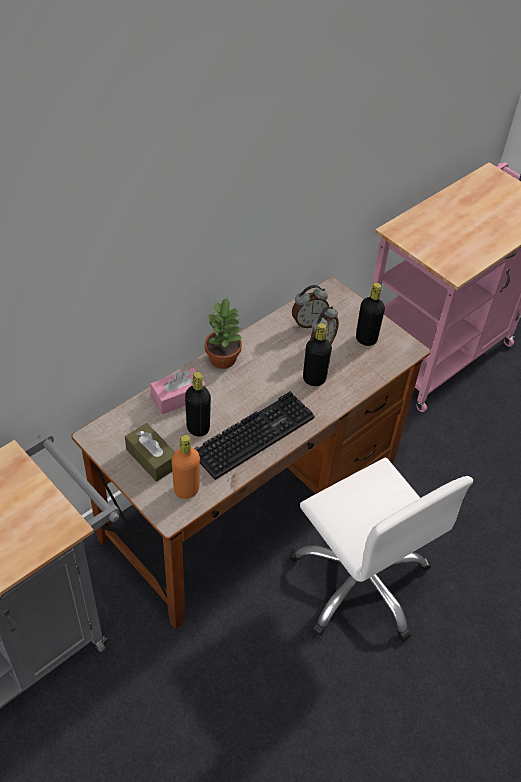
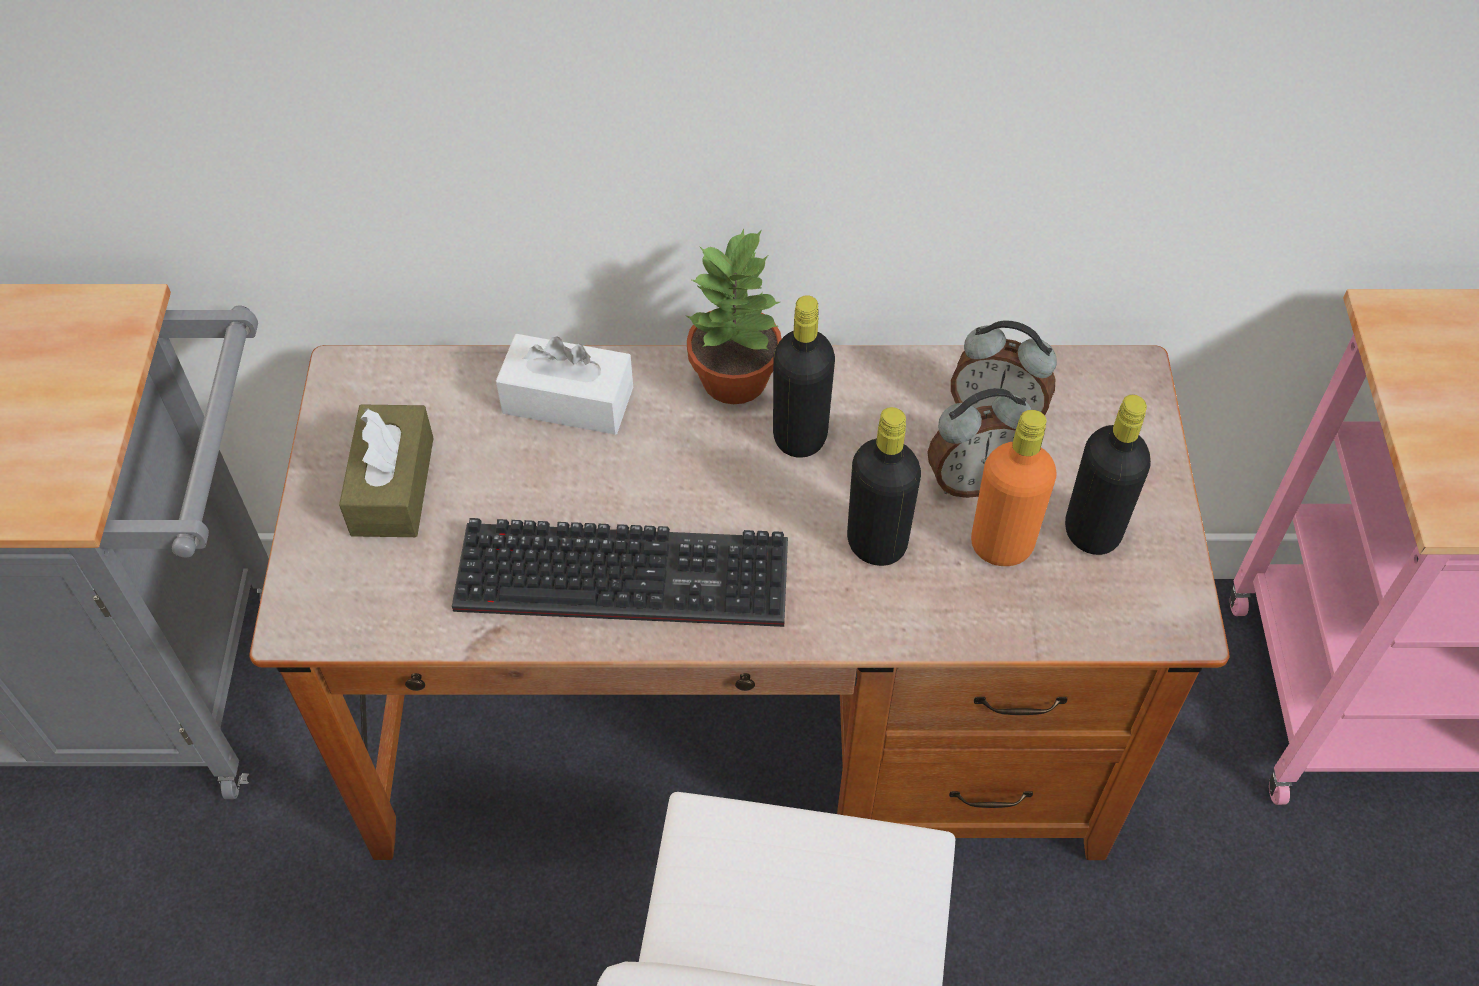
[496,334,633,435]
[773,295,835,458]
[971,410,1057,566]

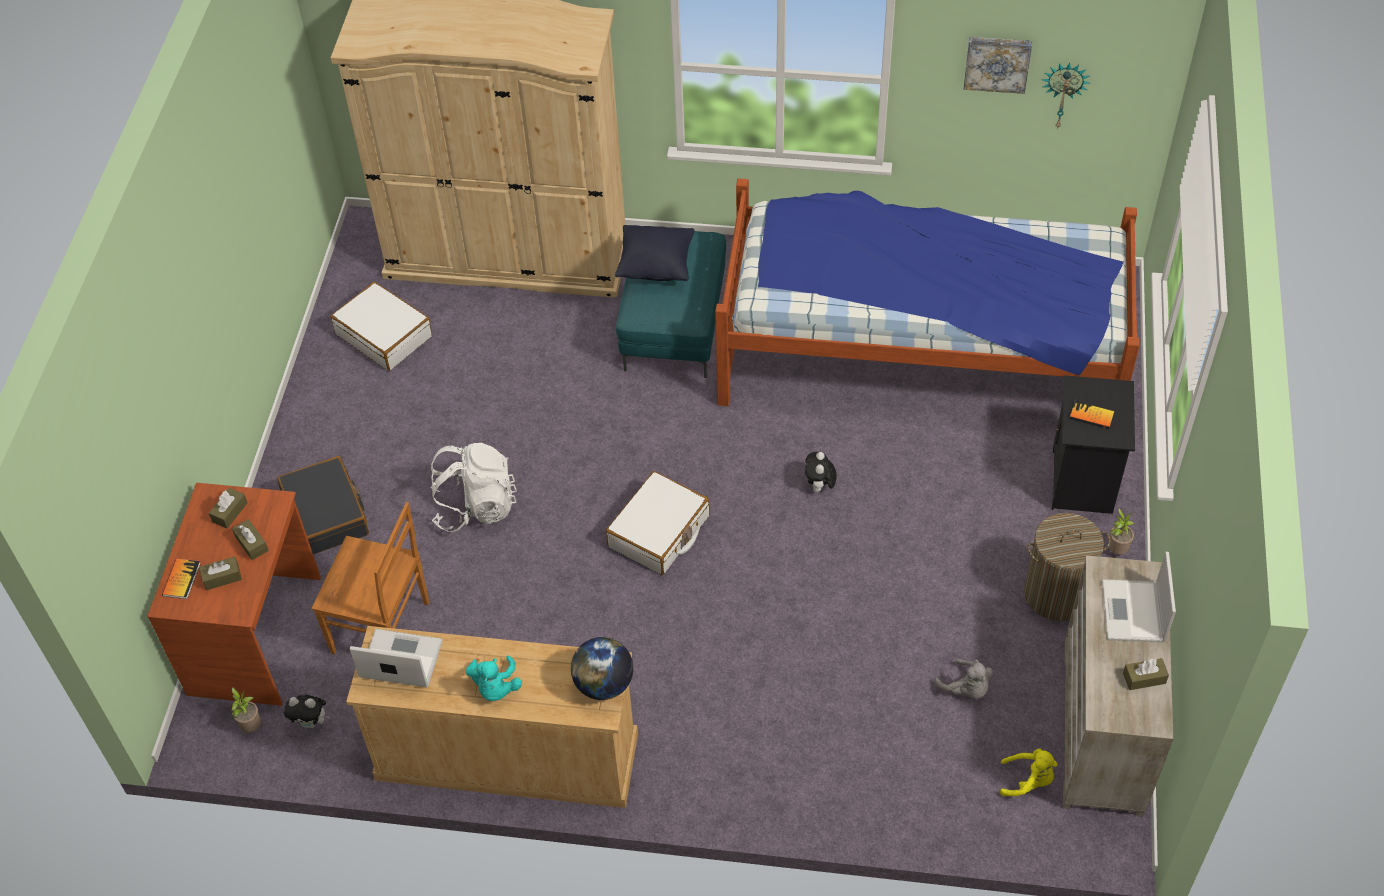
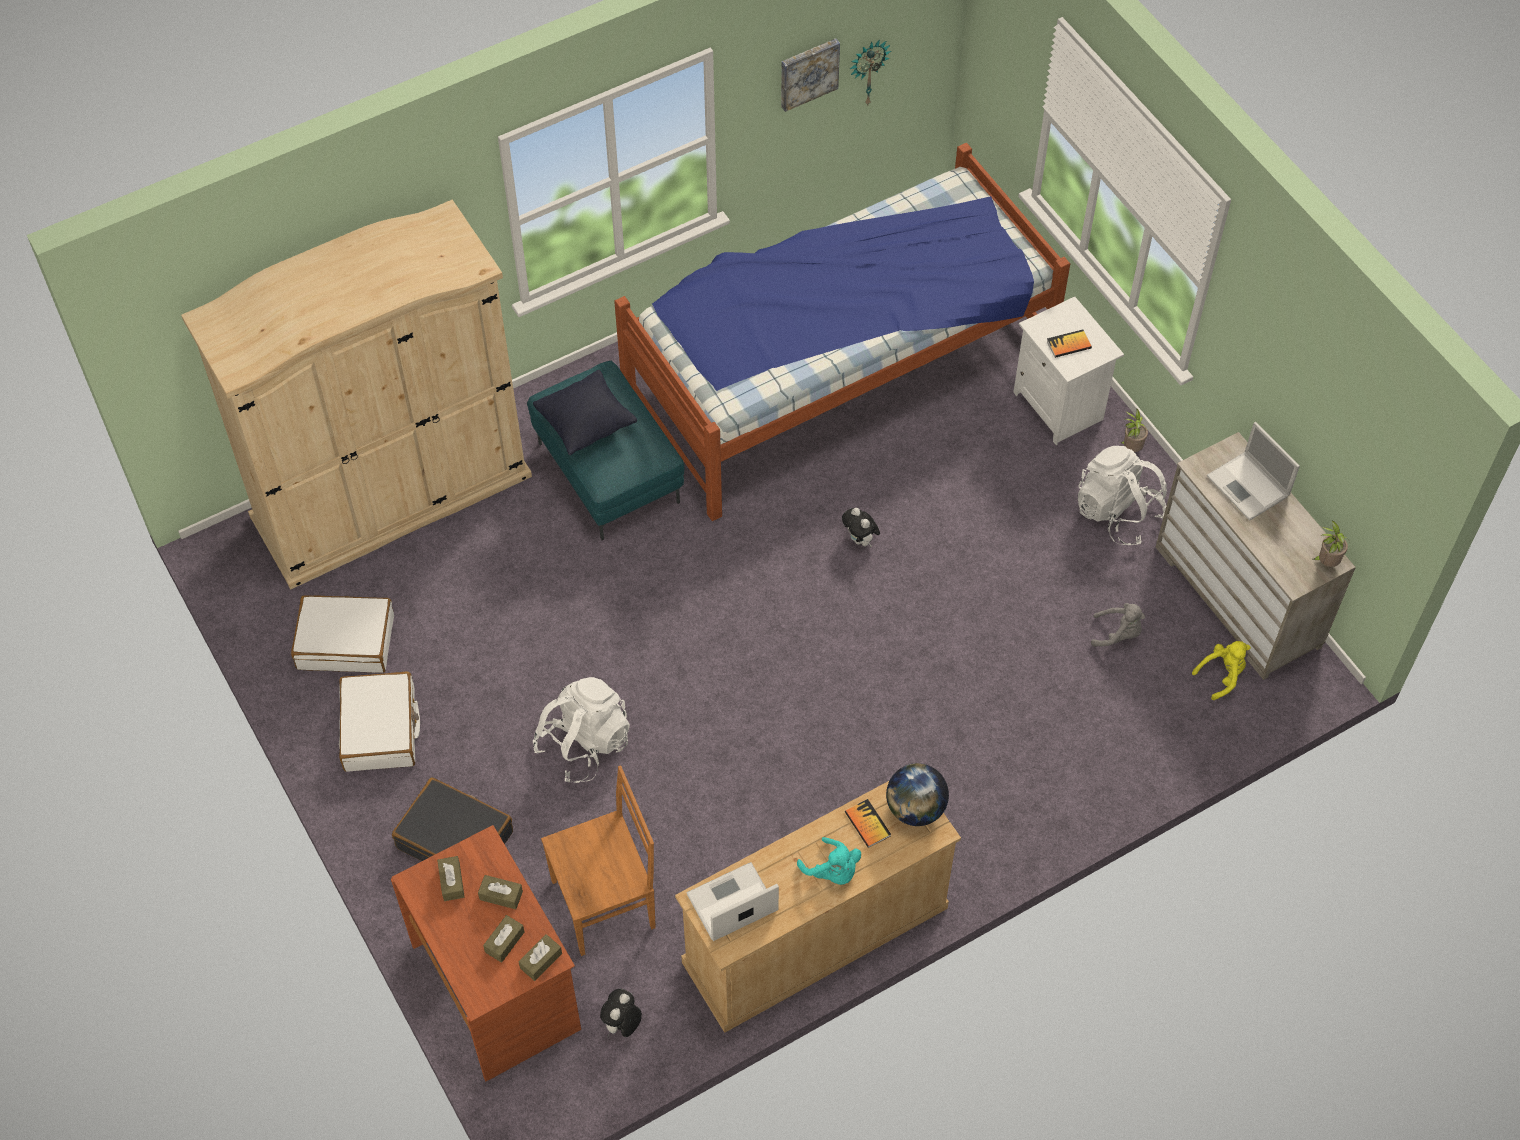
[1013,297,1124,445]
[339,671,420,772]
[1078,446,1167,545]
[845,799,891,848]
[519,934,562,981]
[1313,521,1349,567]
[600,989,642,1037]

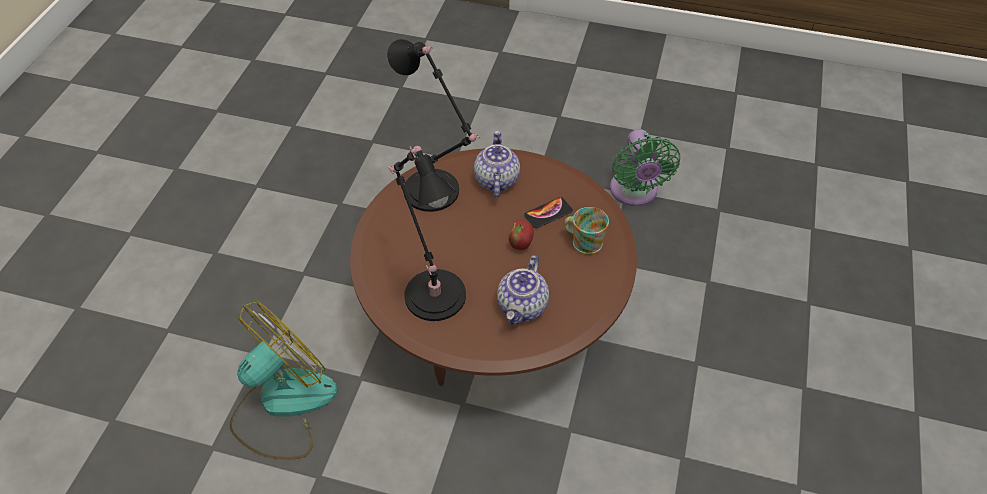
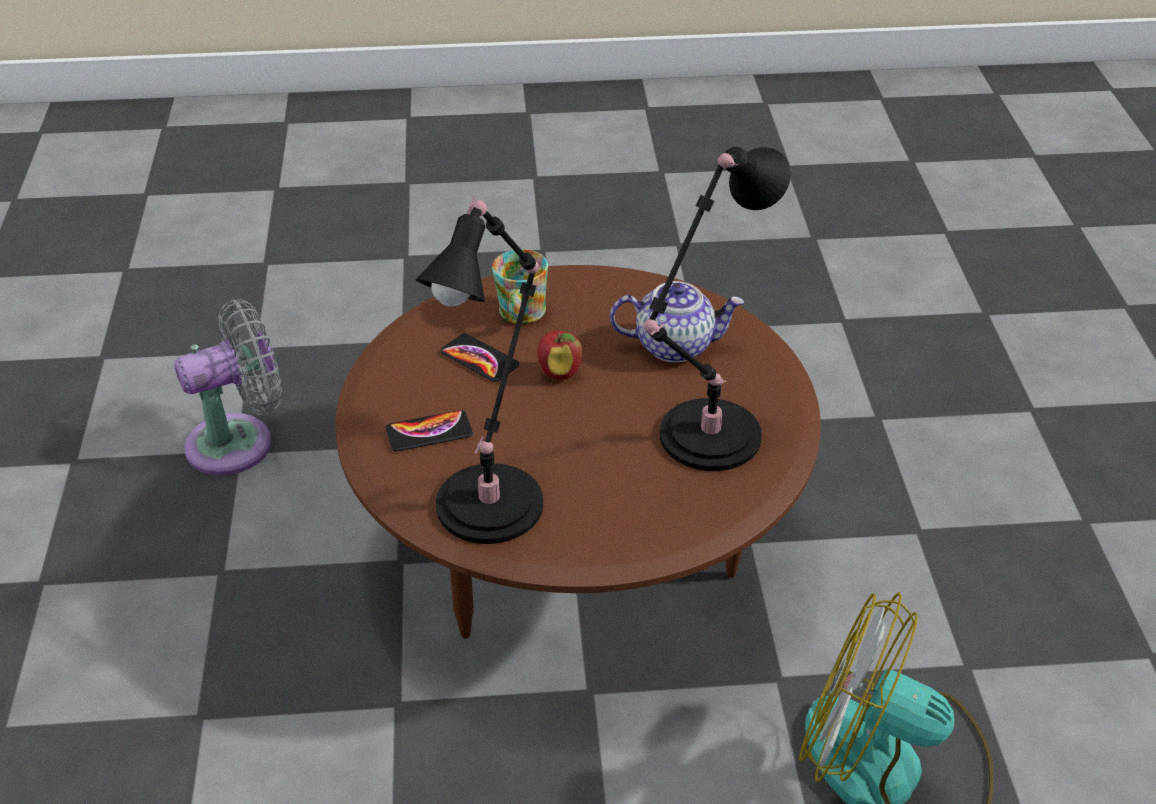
[174,300,282,475]
[386,410,473,451]

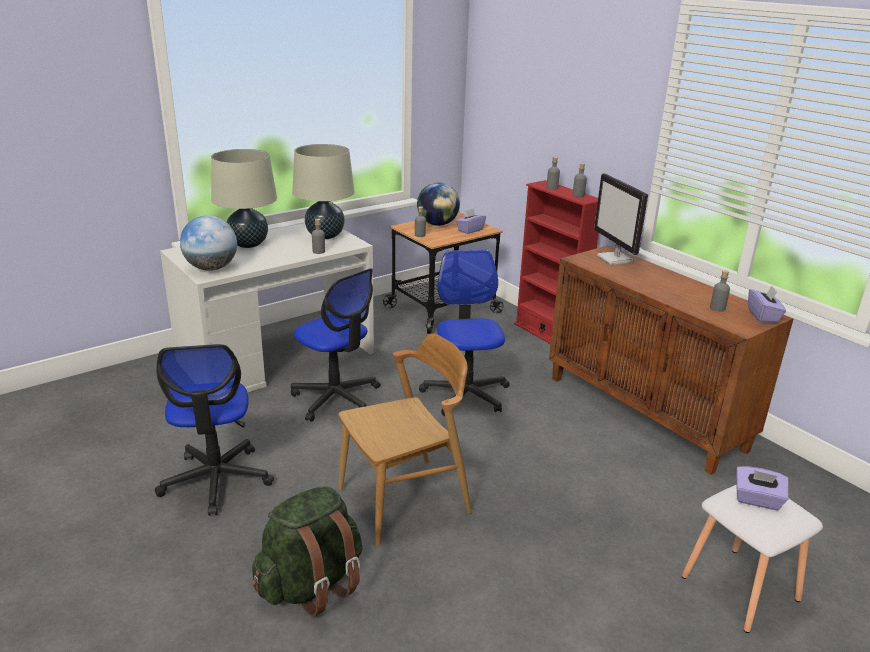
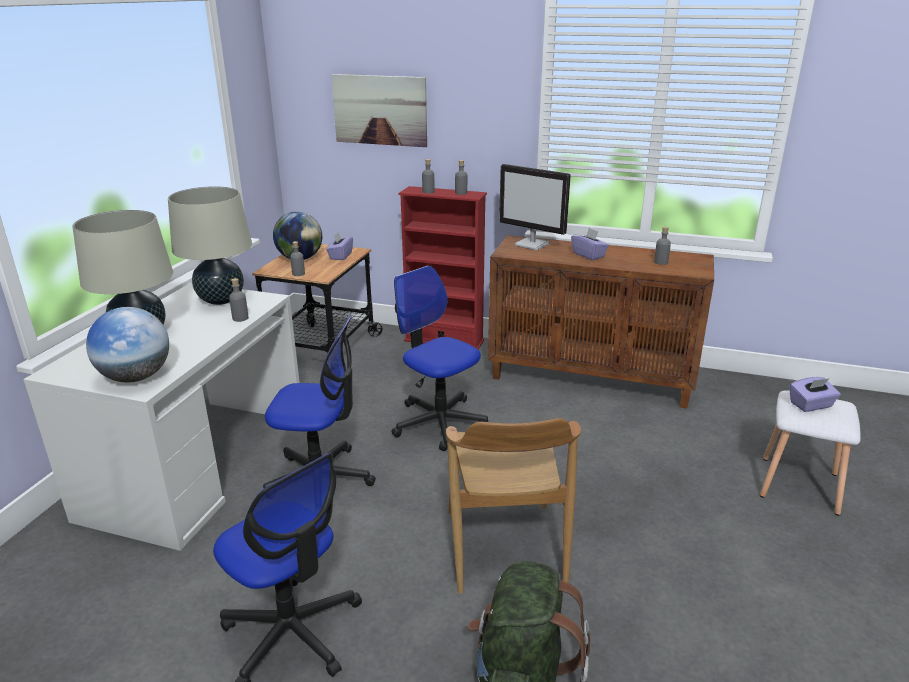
[571,228,609,260]
[446,418,581,594]
[331,74,427,147]

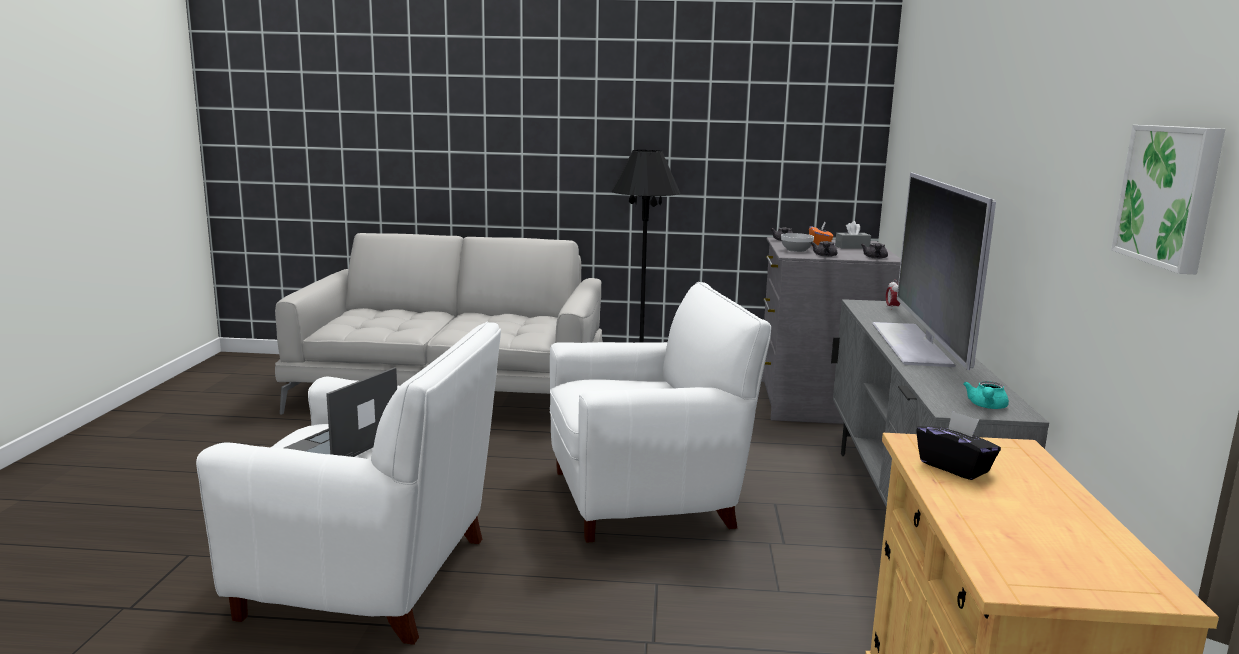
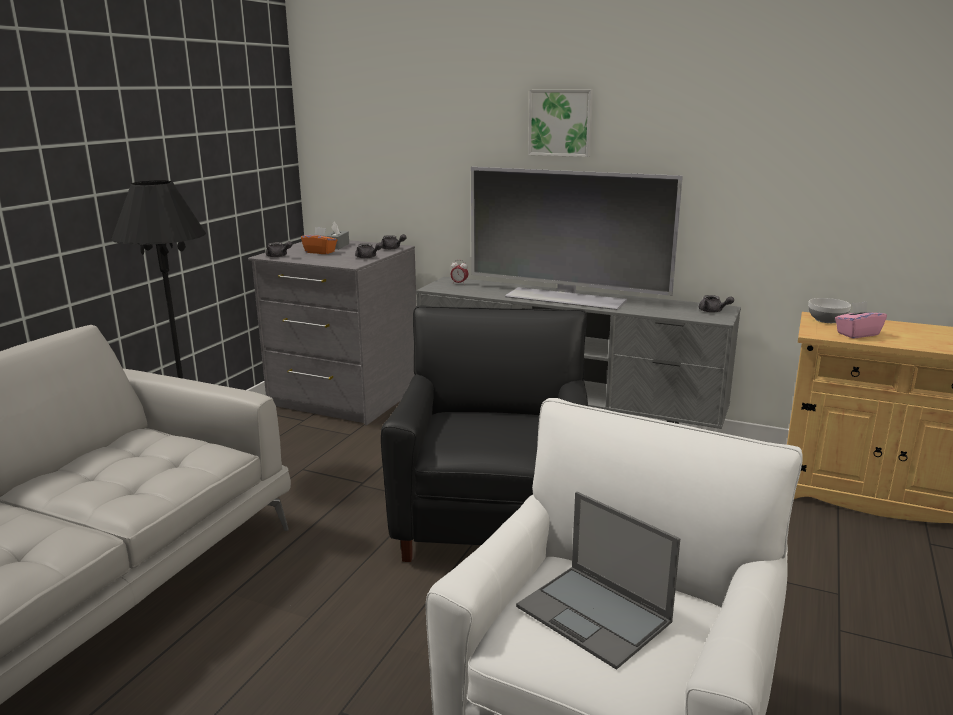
[528,90,593,157]
[808,298,851,323]
[381,305,588,562]
[699,295,734,313]
[835,301,887,338]

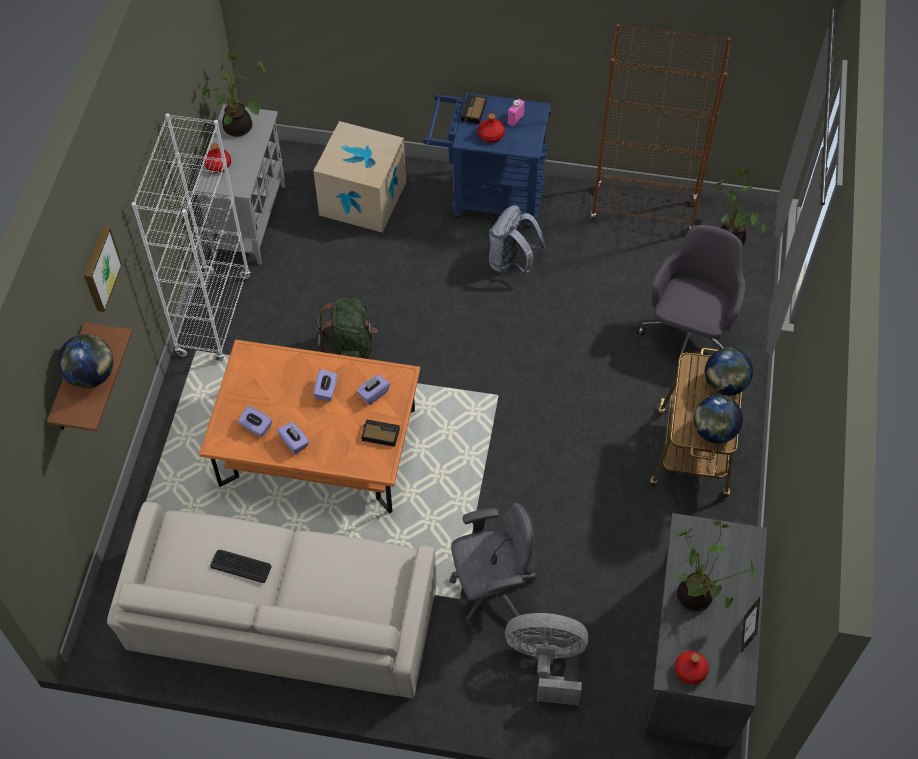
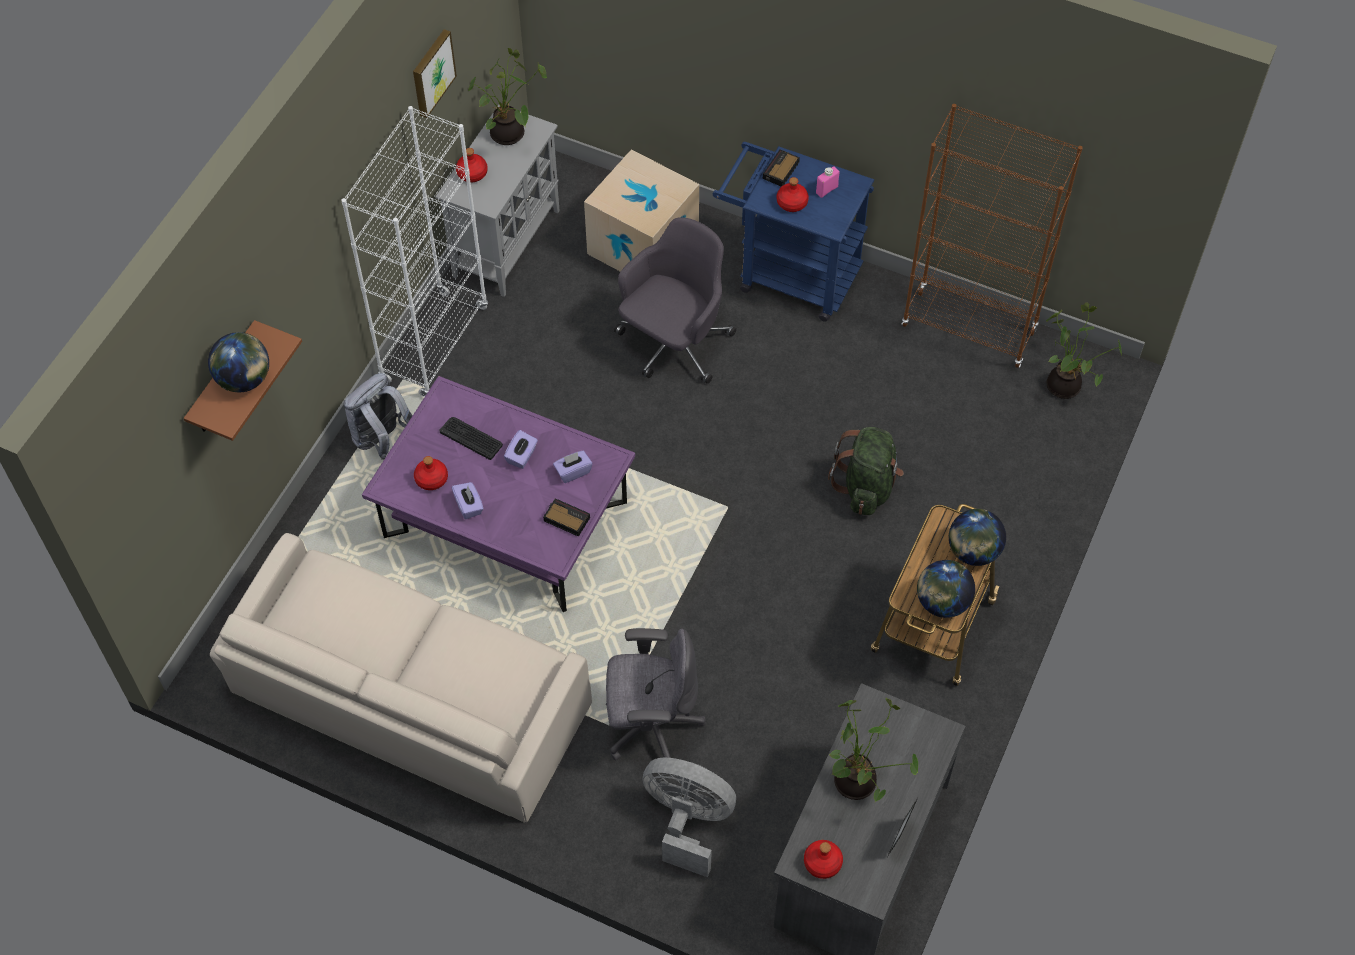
[344,373,412,460]
[614,217,736,384]
[413,29,457,118]
[828,427,904,515]
[362,376,635,612]
[414,456,448,490]
[439,417,503,460]

